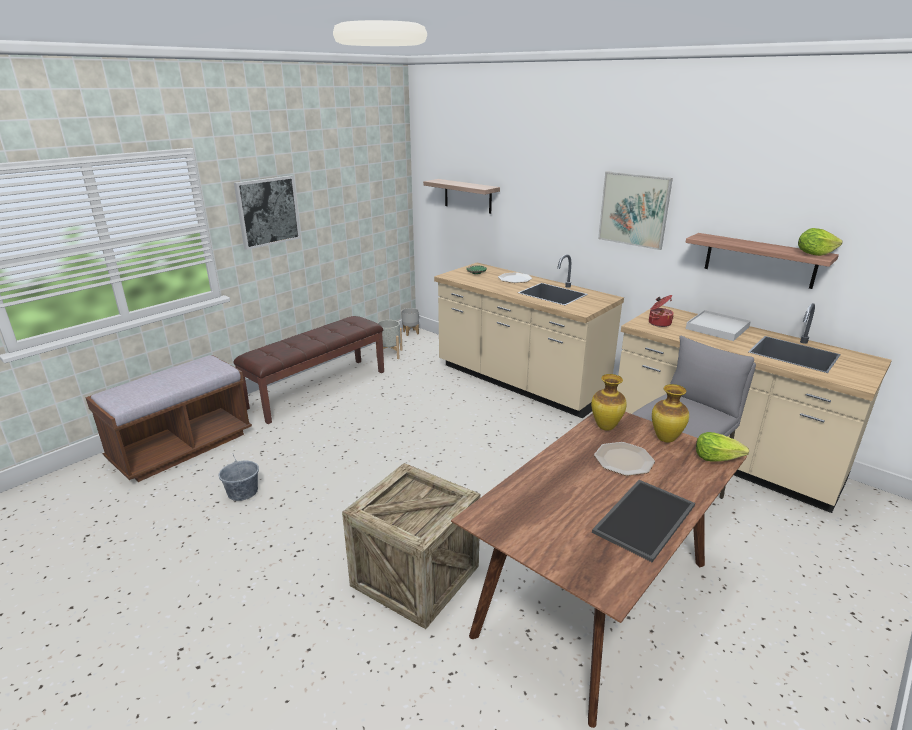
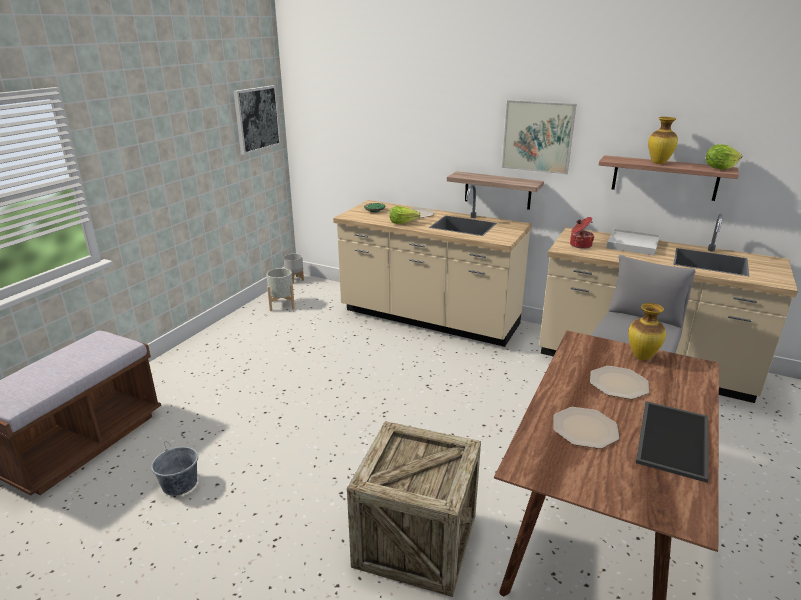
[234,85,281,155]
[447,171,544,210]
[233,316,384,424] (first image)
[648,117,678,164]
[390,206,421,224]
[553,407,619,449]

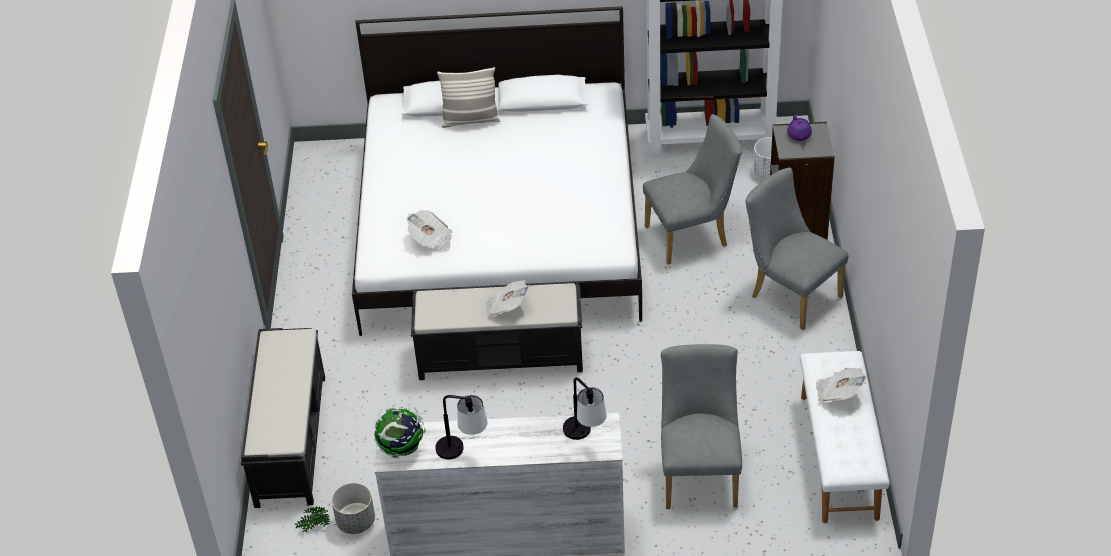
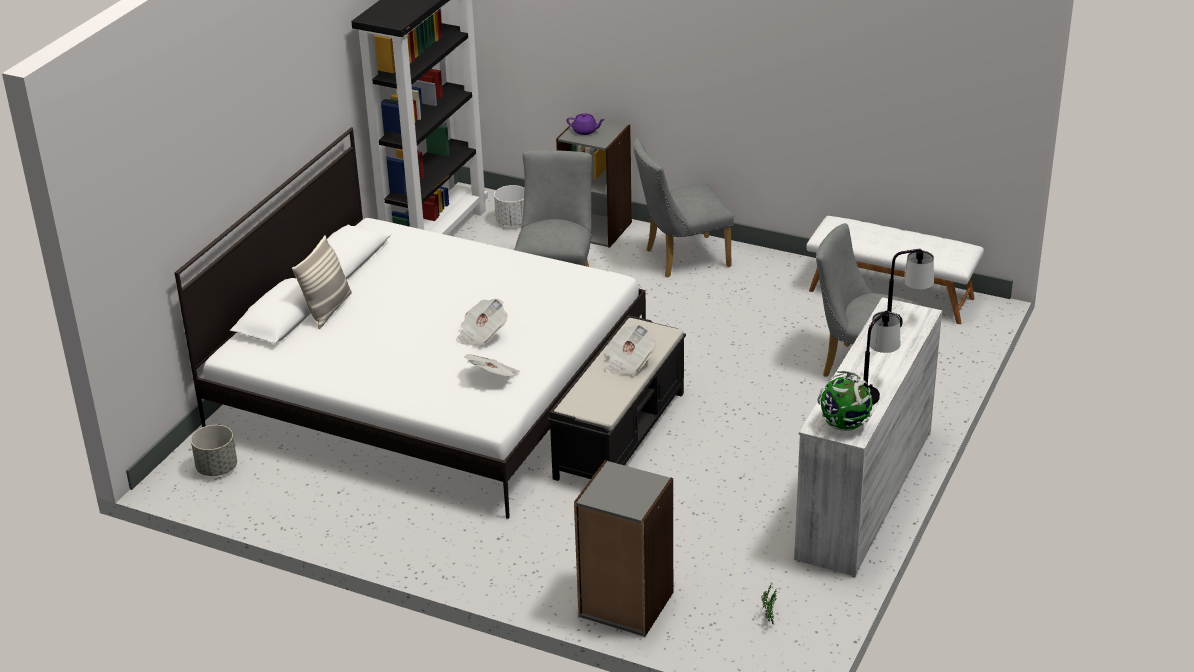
[574,460,673,637]
[456,299,507,347]
[191,425,237,476]

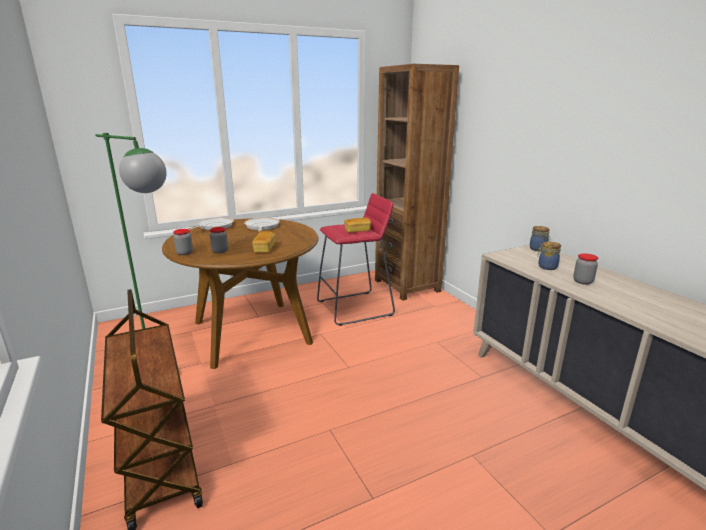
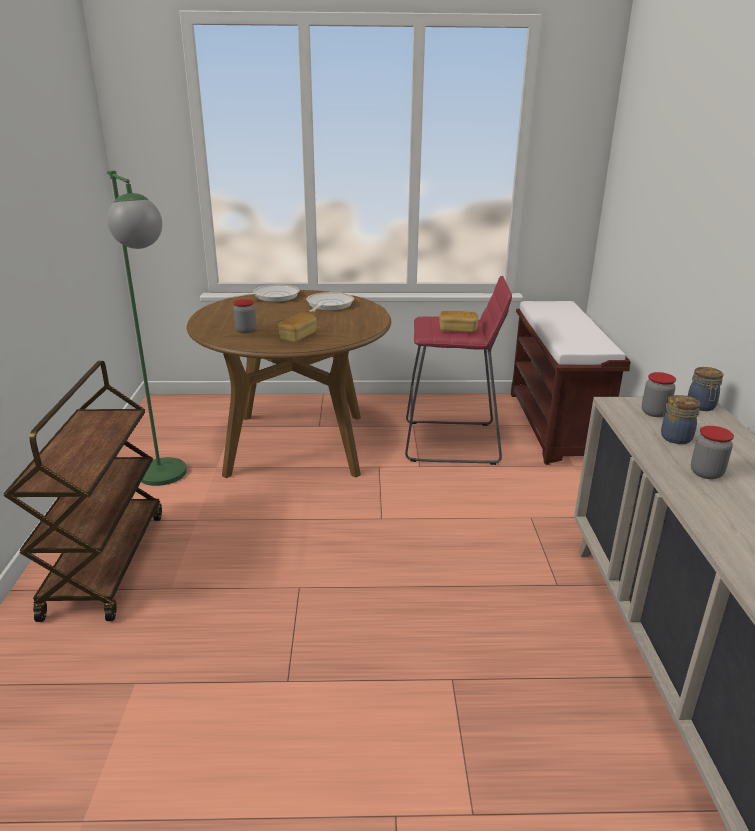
[511,301,631,465]
[642,372,676,417]

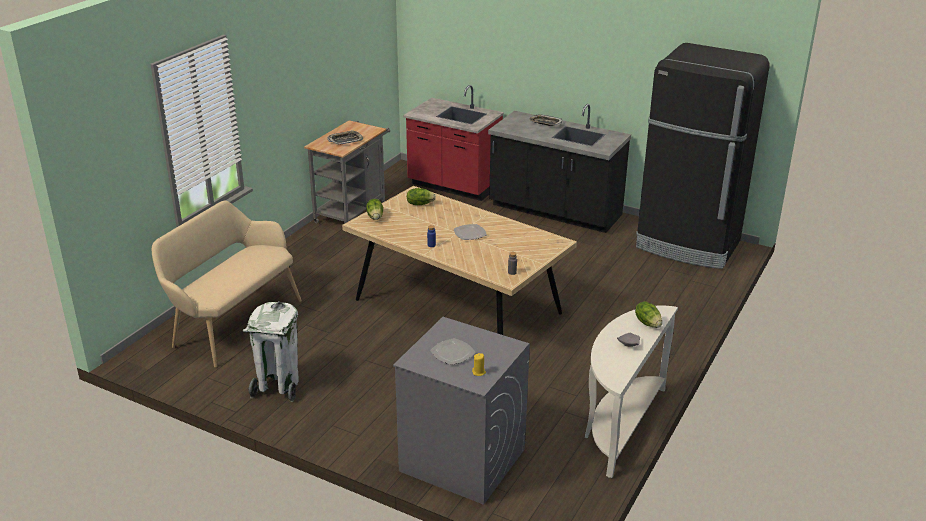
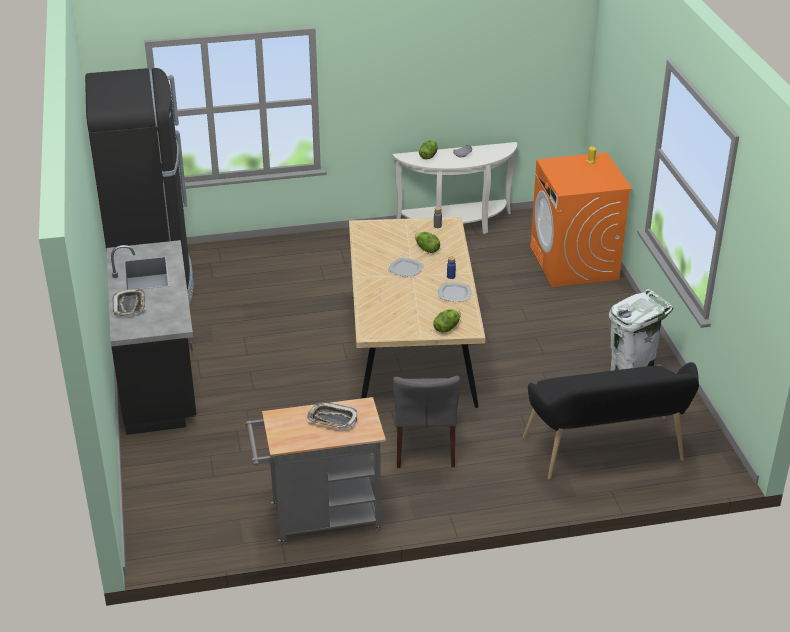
[403,85,504,201] (first image)
[415,232,440,253]
[523,362,699,479]
[530,152,632,287]
[438,282,471,302]
[393,376,460,468]

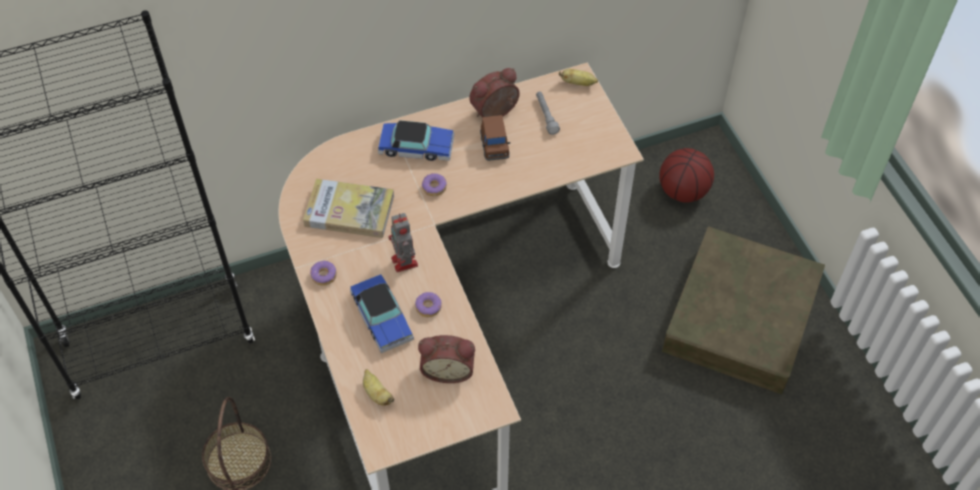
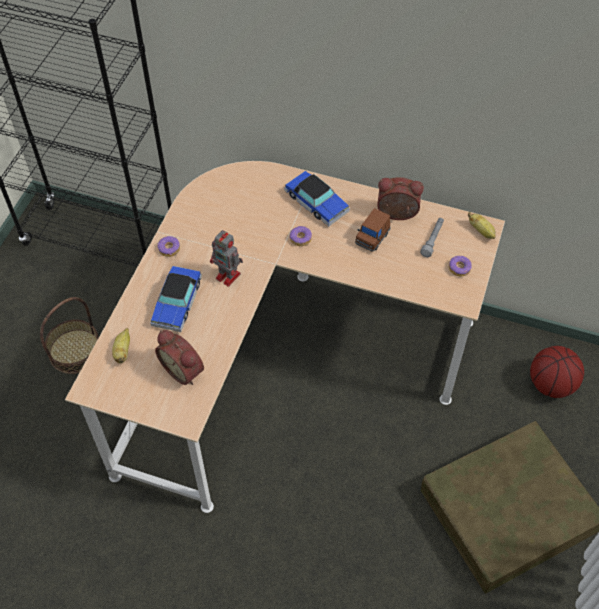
[303,179,394,238] (first image)
[210,230,243,287]
[449,256,472,276]

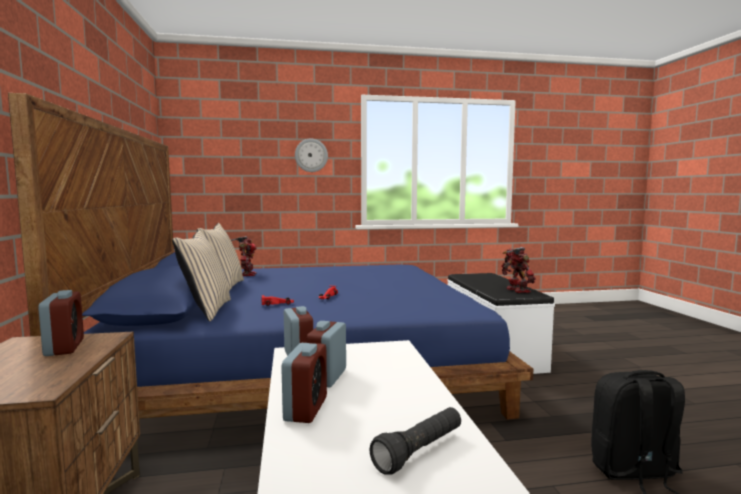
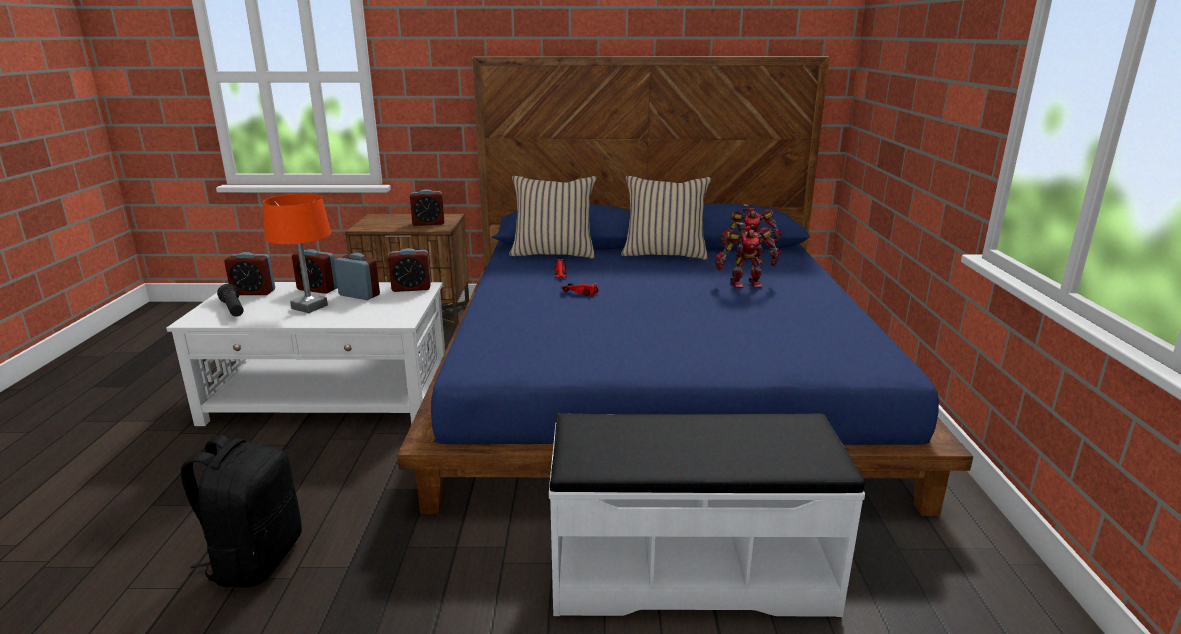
[295,139,328,172] (first image)
[715,222,781,288]
[263,194,331,313]
[224,252,275,295]

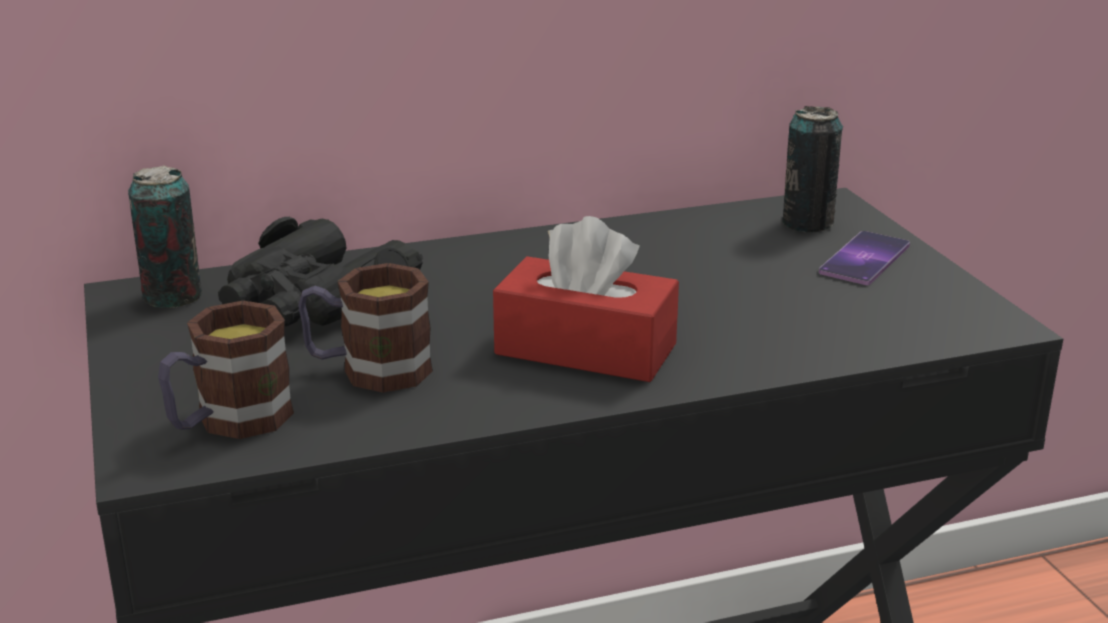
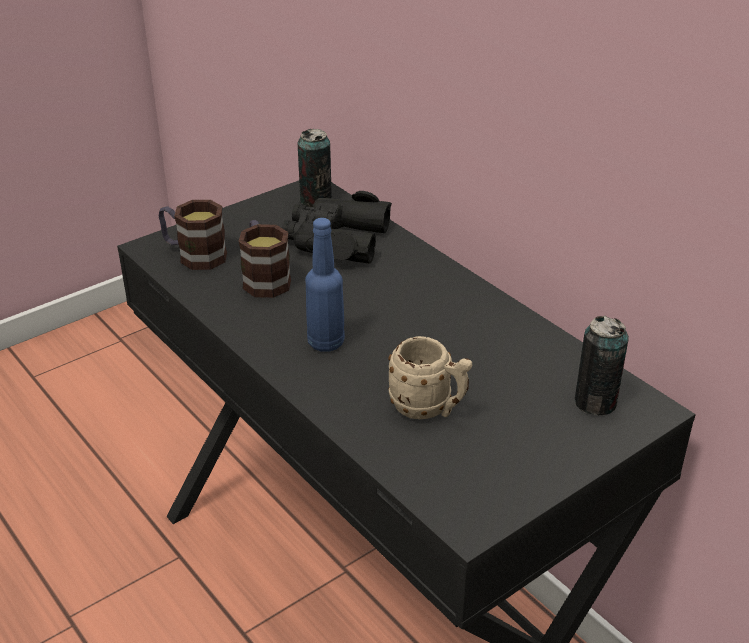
[305,218,345,352]
[819,231,910,285] (first image)
[388,336,472,419]

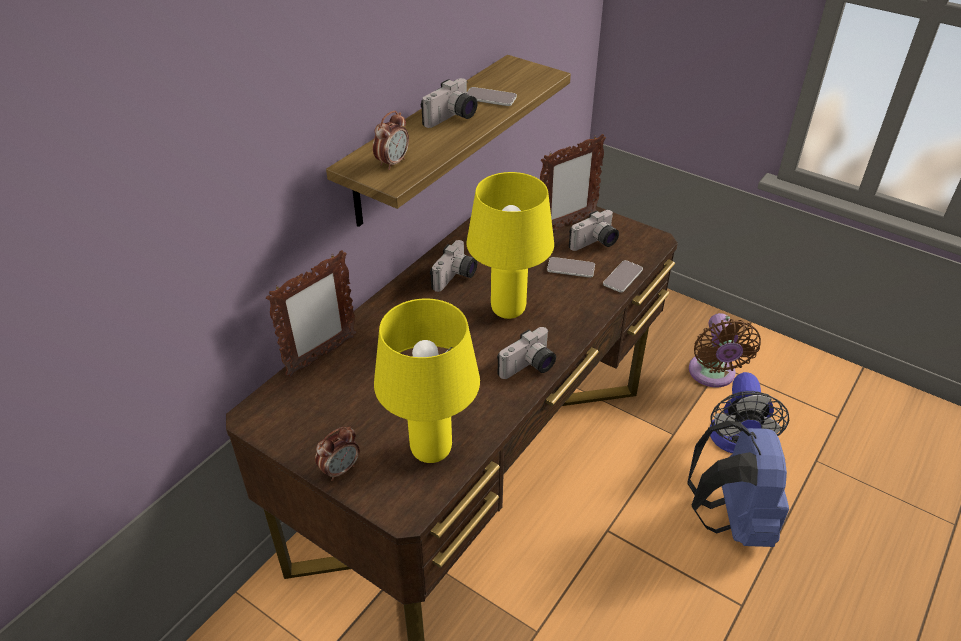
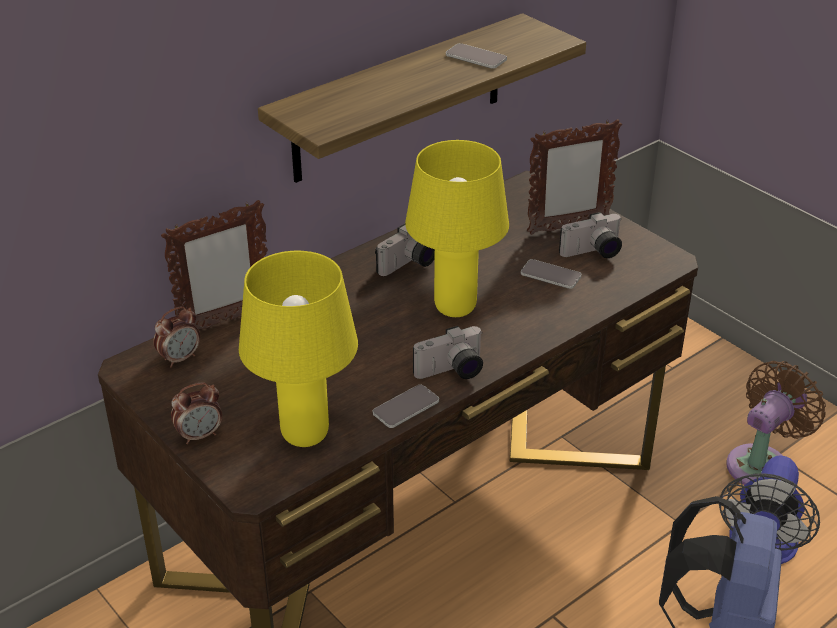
[421,78,477,128] (first image)
[154,306,200,367]
[373,384,439,428]
[726,361,826,485]

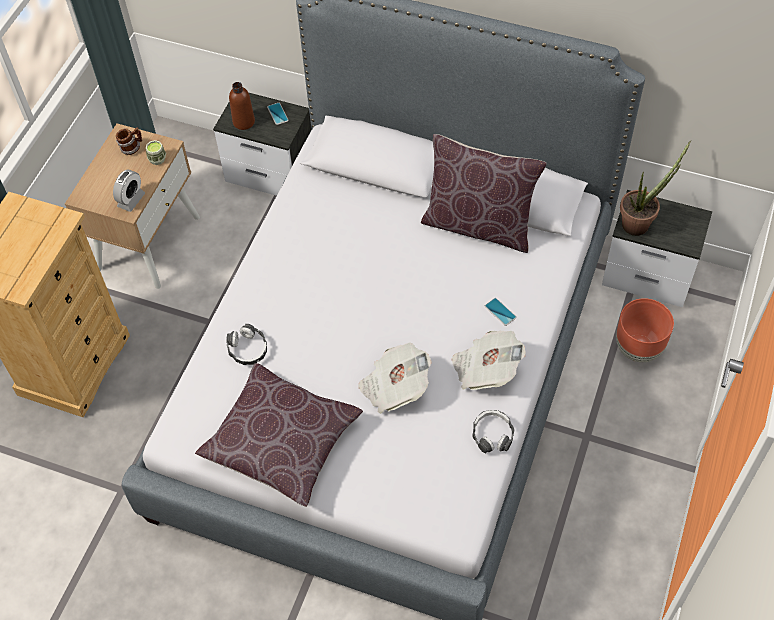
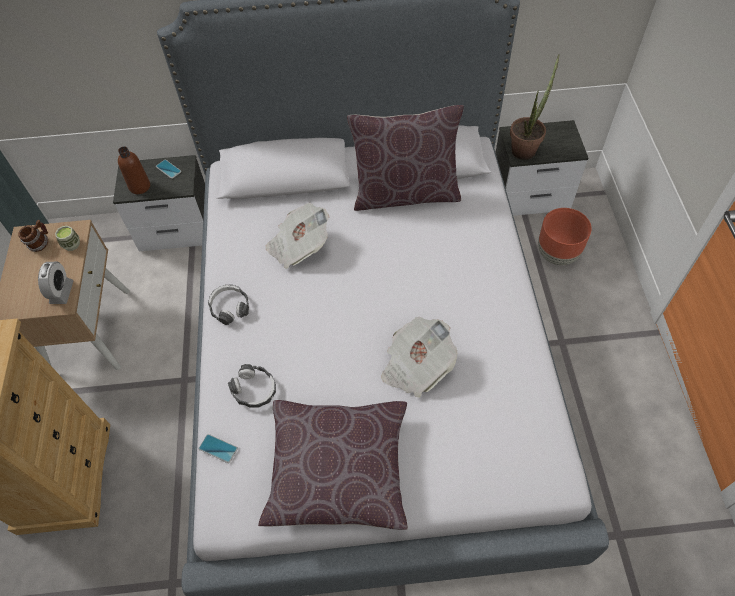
[199,434,238,463]
[266,203,329,269]
[208,284,249,325]

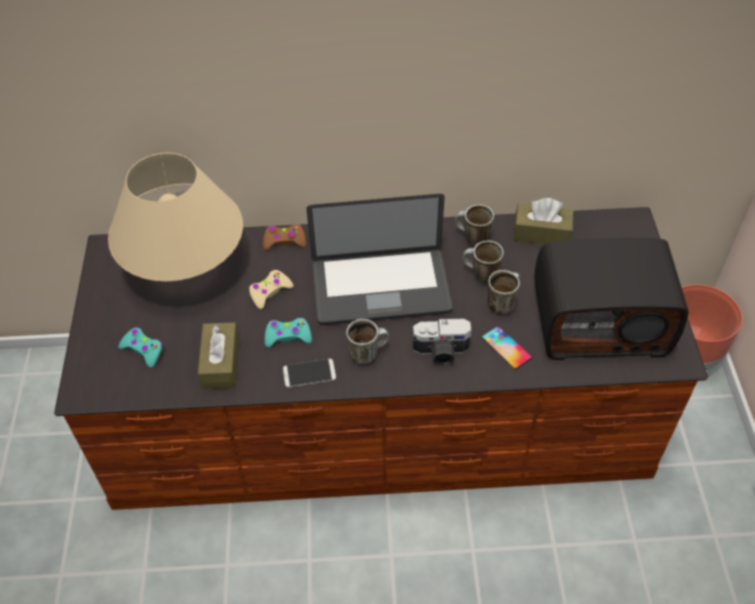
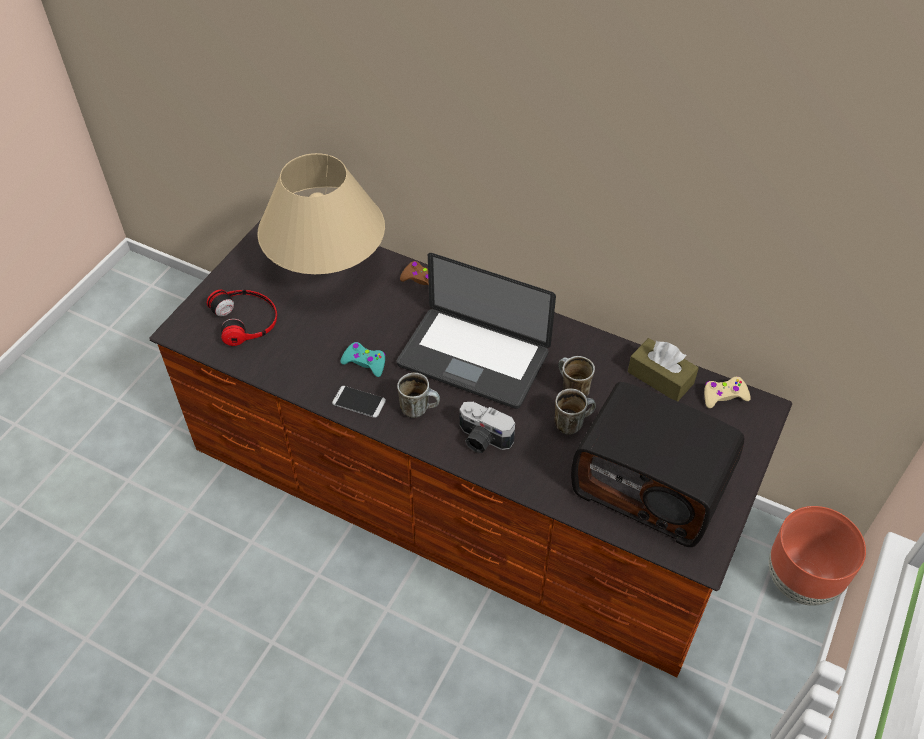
[455,204,494,246] (first image)
[704,376,751,408]
[198,322,239,389] (first image)
[482,326,532,369] (first image)
[207,289,277,346]

